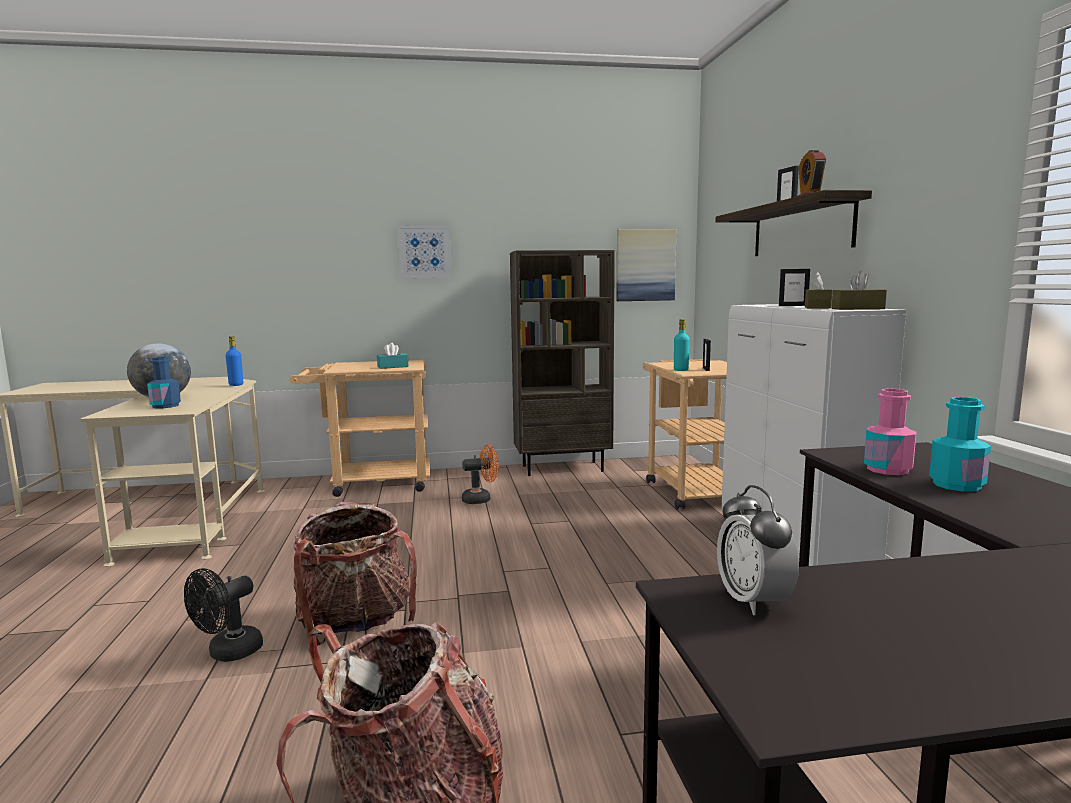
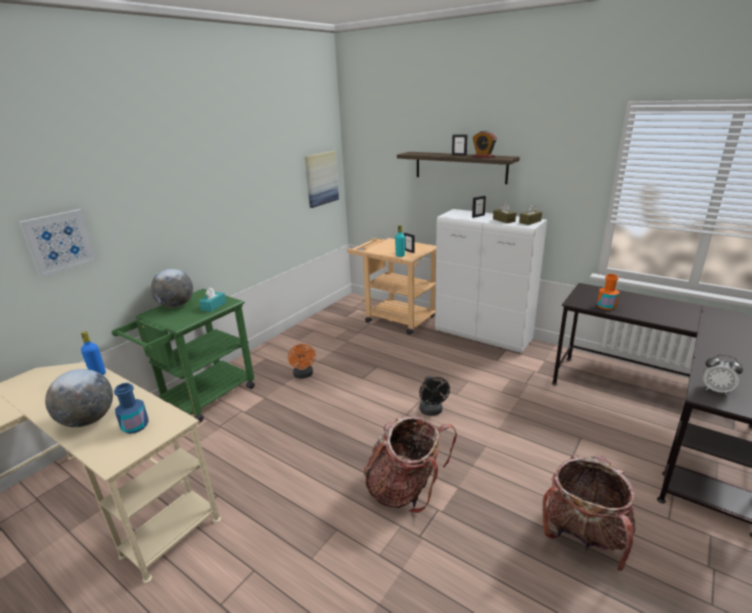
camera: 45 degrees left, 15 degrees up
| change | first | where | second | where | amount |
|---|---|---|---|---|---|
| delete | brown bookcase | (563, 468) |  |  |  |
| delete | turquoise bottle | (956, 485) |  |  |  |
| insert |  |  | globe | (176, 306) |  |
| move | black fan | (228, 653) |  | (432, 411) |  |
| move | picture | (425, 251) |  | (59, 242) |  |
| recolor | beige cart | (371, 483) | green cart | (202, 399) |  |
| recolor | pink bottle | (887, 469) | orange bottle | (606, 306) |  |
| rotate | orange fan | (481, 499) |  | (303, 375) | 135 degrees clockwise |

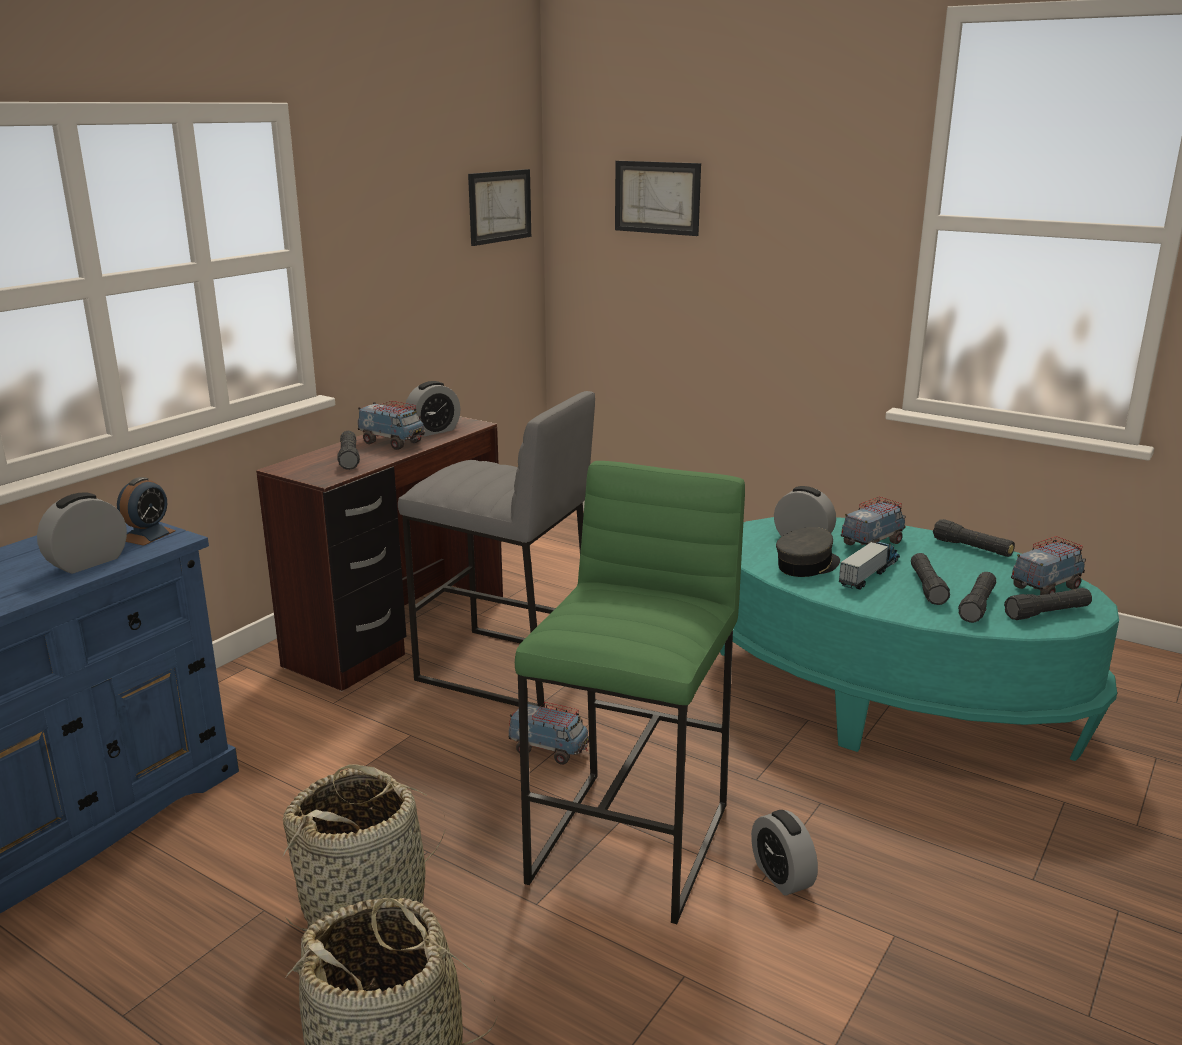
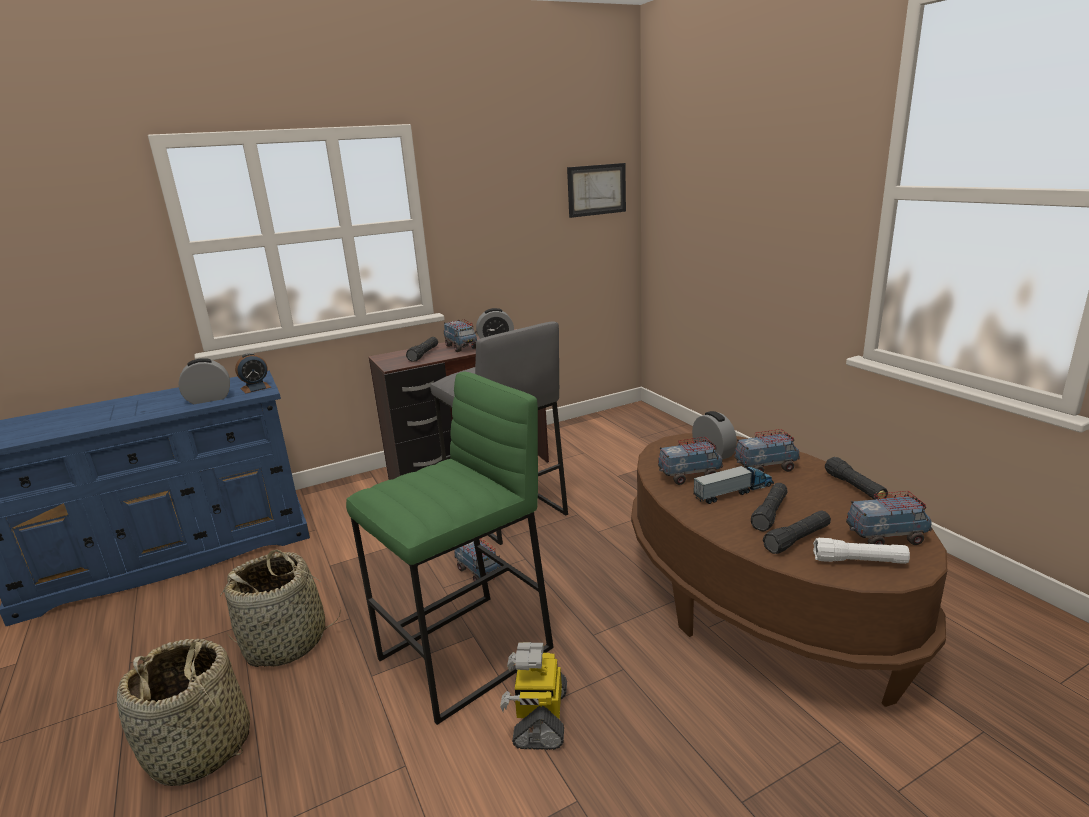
camera: 30 degrees right, 0 degrees up
| change | first | where | second | where | amount |
|---|---|---|---|---|---|
| delete | picture | (657, 197) |  |  |  |
| replace | alarm clock | (781, 876) | toy robot | (539, 717) |  |
| replace | grey cap | (807, 565) | toy truck | (690, 476) |  |
| recolor | turquoise coffee table | (888, 697) | brown coffee table | (760, 599) |  |
| recolor | black flashlight | (1047, 613) | white flashlight | (859, 561) |  |

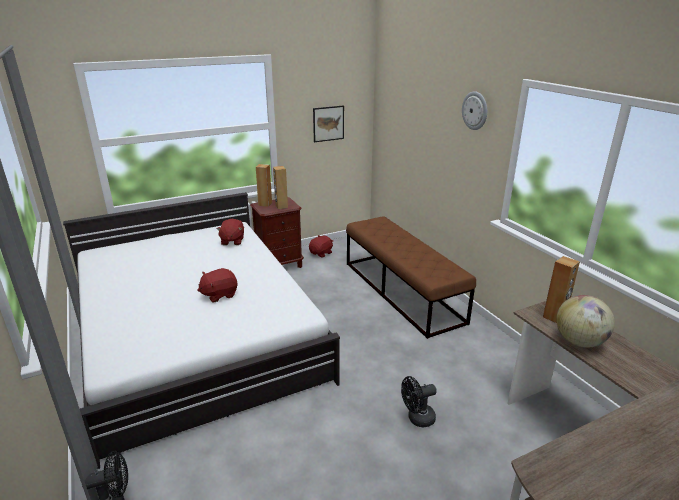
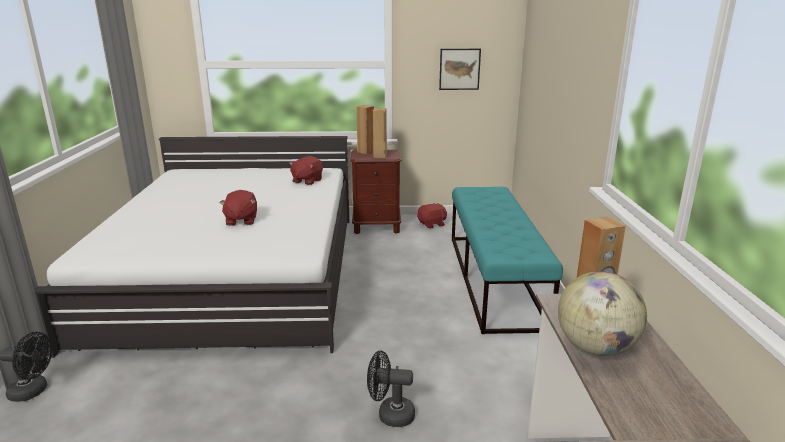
camera: 25 degrees right, 5 degrees down
| change | first | where | second | where | amount |
|---|---|---|---|---|---|
| delete | wall clock | (475, 110) |  |  |  |
| recolor | brown bench | (402, 291) | turquoise bench | (494, 279) |  |
| rotate | red plush toy | (219, 294) |  | (241, 220) | 90 degrees counterclockwise |

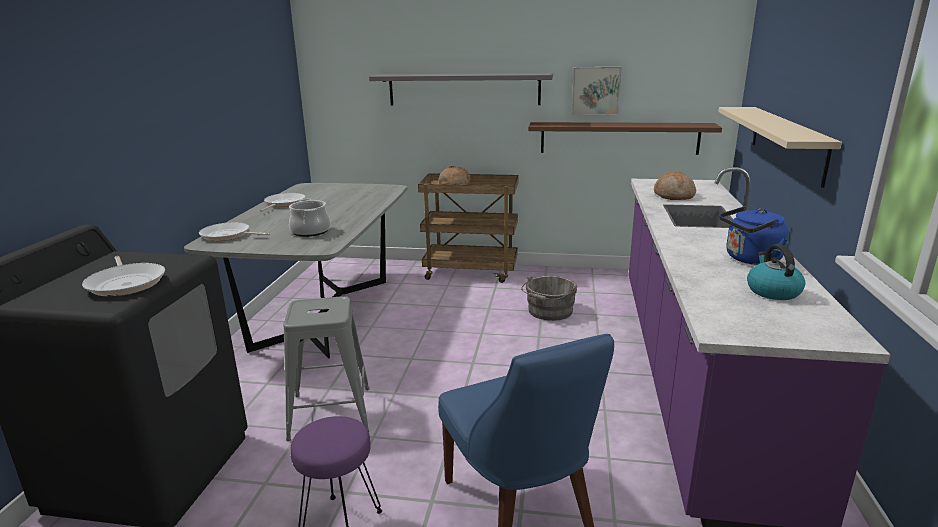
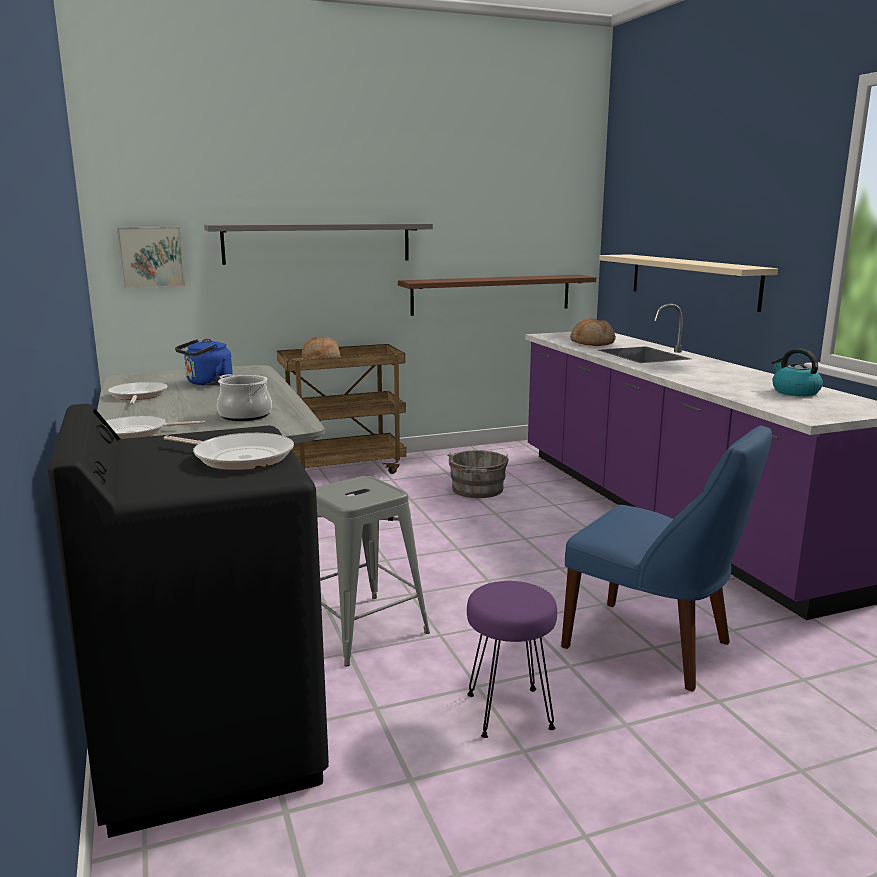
camera: 30 degrees left, 5 degrees down
| change | first | where | second | where | amount |
|---|---|---|---|---|---|
| move | picture | (595, 90) |  | (151, 257) |  |
| move | blue kettle | (750, 259) |  | (207, 383) |  |

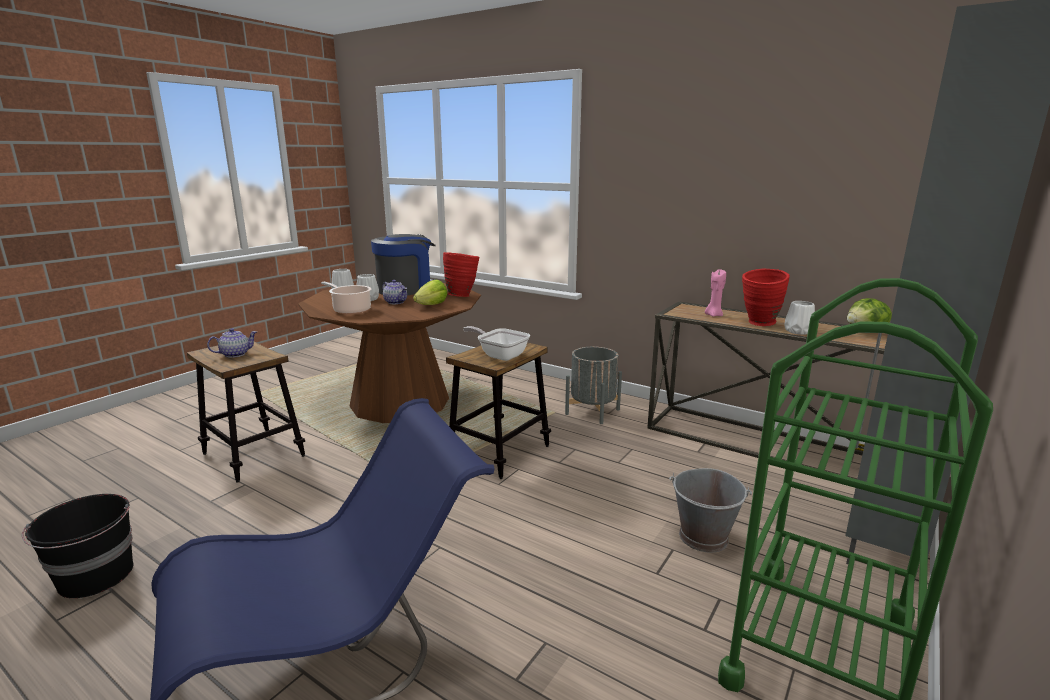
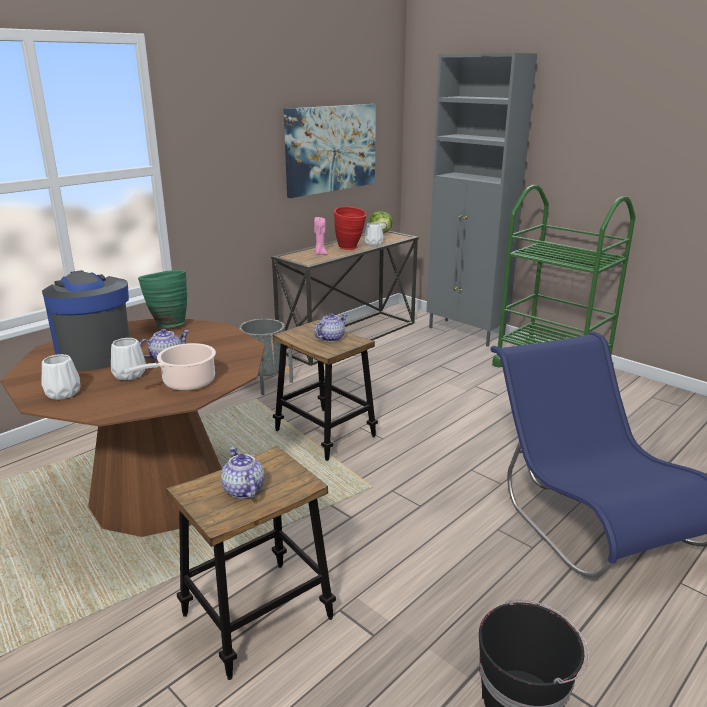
camera: 80 degrees left, 5 degrees up
| change | first | where | second | where | amount |
|---|---|---|---|---|---|
| delete | lettuce | (431, 305) |  |  |  |
| delete | grey bucket | (704, 537) |  |  |  |
| insert |  |  | picture | (331, 149) |  |
| replace | frying pan | (500, 355) | teapot | (331, 338) |  |
| recolor | red vase | (462, 295) | green vase | (167, 324) |  |

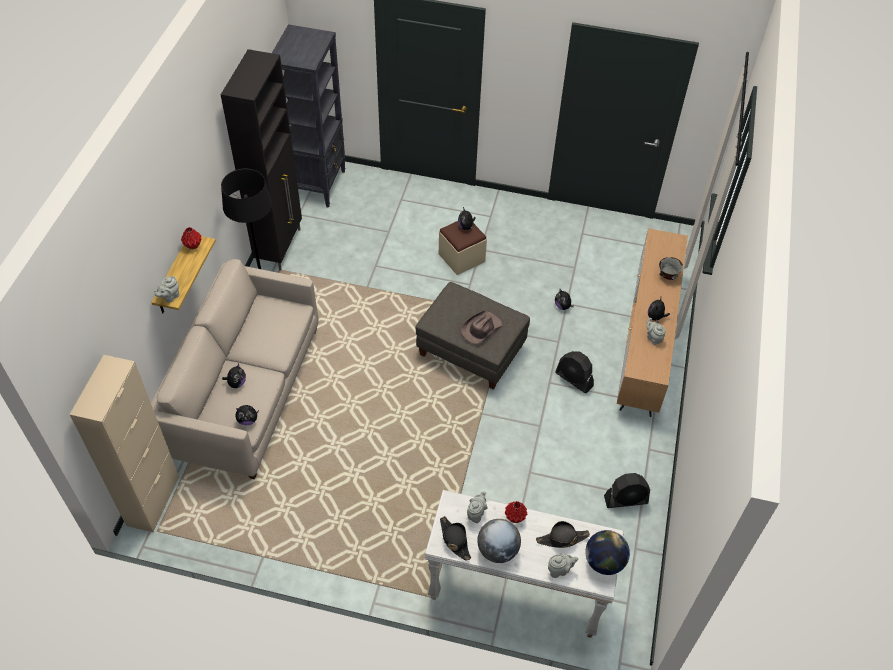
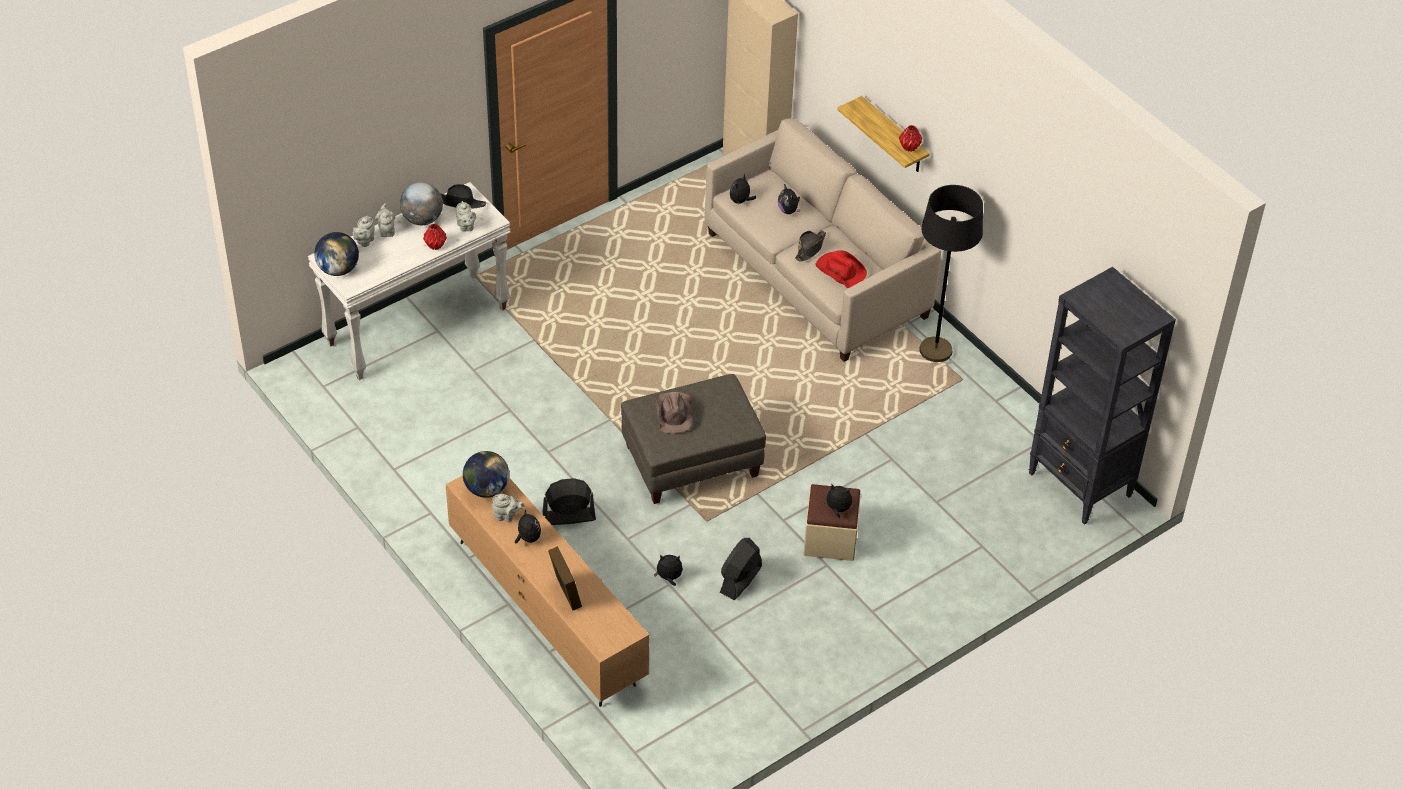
camera: 130 degrees right, 5 degrees down
| change | first | where | second | where | amount |
|---|---|---|---|---|---|
| delete | black cabinet | (280, 247) |  |  |  |
| insert |  |  | globe | (486, 489) |  |
| insert |  |  | red hat | (840, 270) |  |
| move | grey teapot | (170, 297) |  | (386, 230) |  |
| move | black hat | (562, 539) |  | (810, 248) |  |
| move | black fan | (626, 500) |  | (740, 580) |  |
| replace | grey bowl | (667, 276) | picture frame | (565, 593) |  |

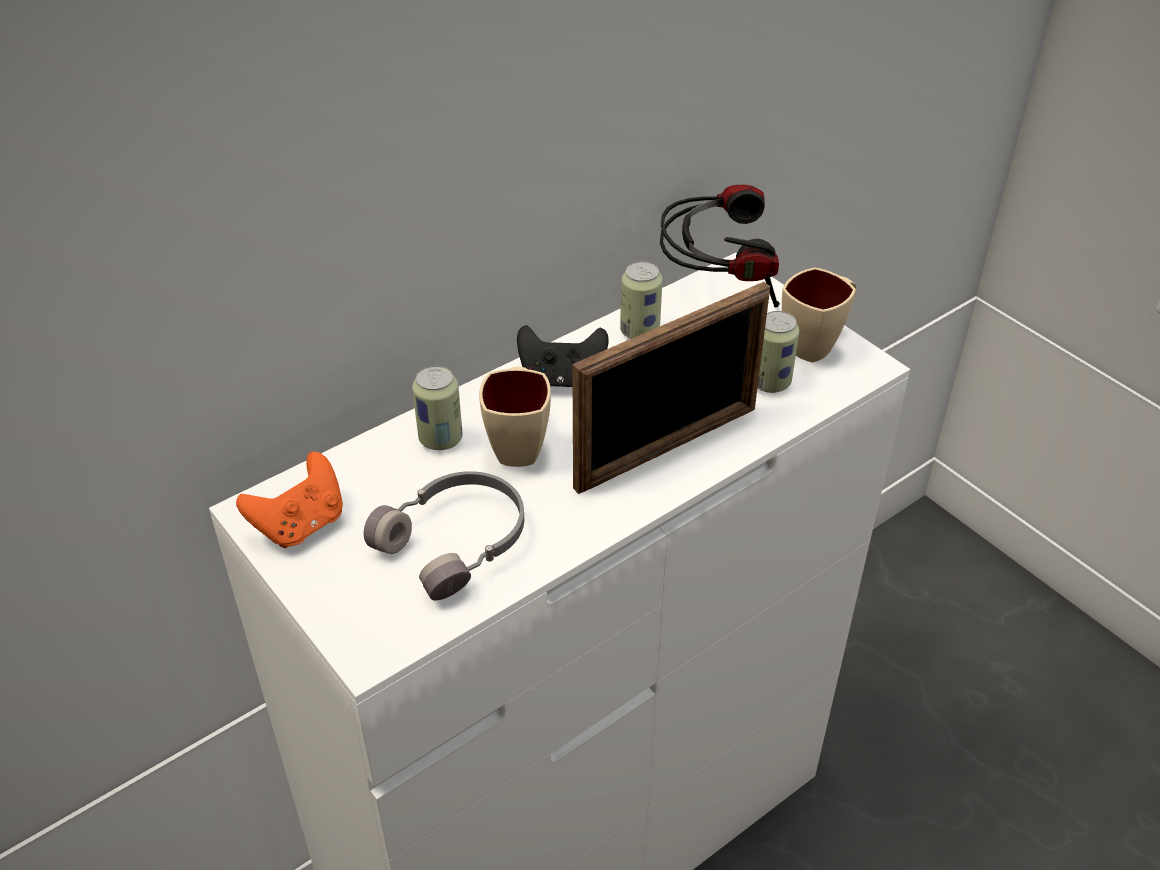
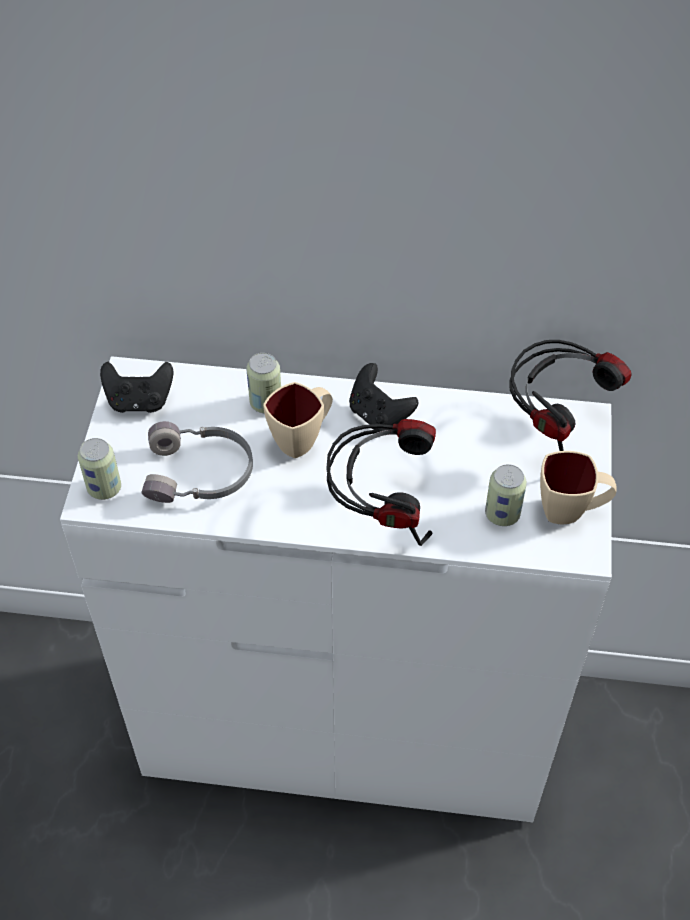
camera: 45 degrees right, 10 degrees up
| change | first | where | second | where | amount |
|---|---|---|---|---|---|
| move | can | (639, 331) |  | (104, 488) |  |
| replace | picture frame | (668, 448) | headphones | (381, 508) |  |
| recolor | orange game controller | (301, 525) | black game controller | (139, 401) |  |

